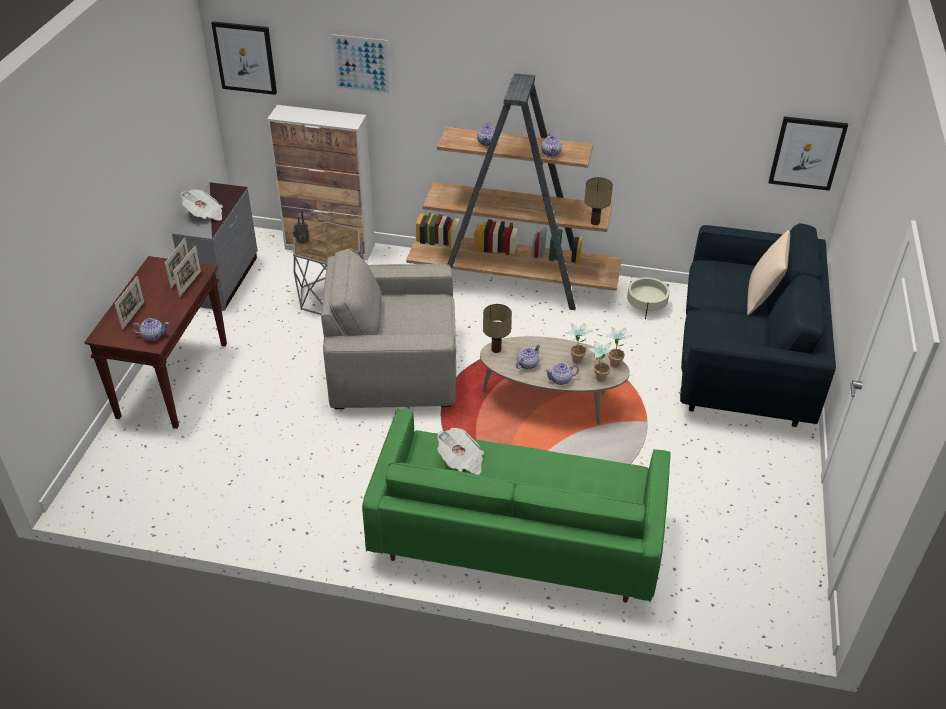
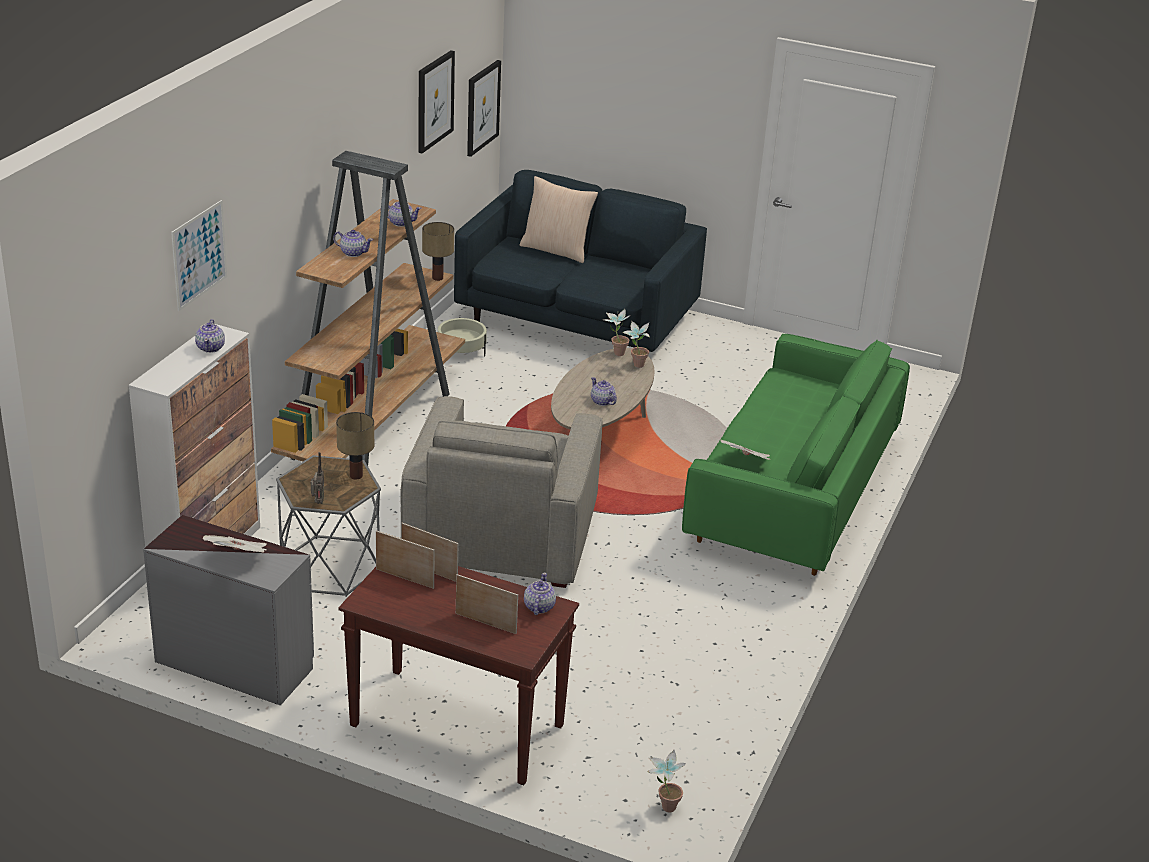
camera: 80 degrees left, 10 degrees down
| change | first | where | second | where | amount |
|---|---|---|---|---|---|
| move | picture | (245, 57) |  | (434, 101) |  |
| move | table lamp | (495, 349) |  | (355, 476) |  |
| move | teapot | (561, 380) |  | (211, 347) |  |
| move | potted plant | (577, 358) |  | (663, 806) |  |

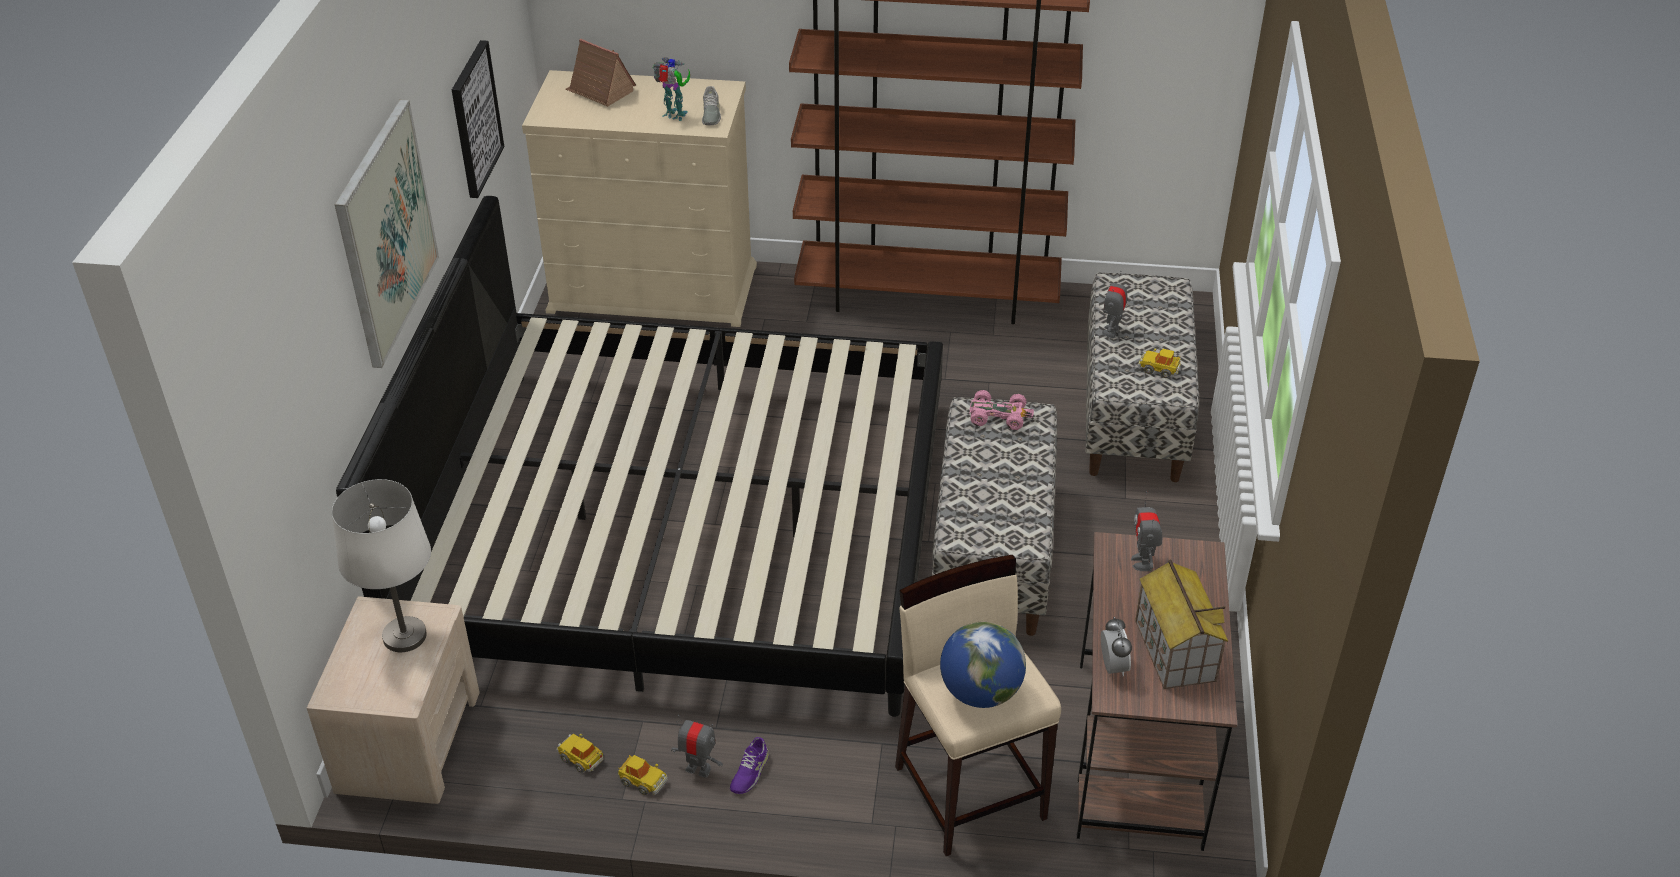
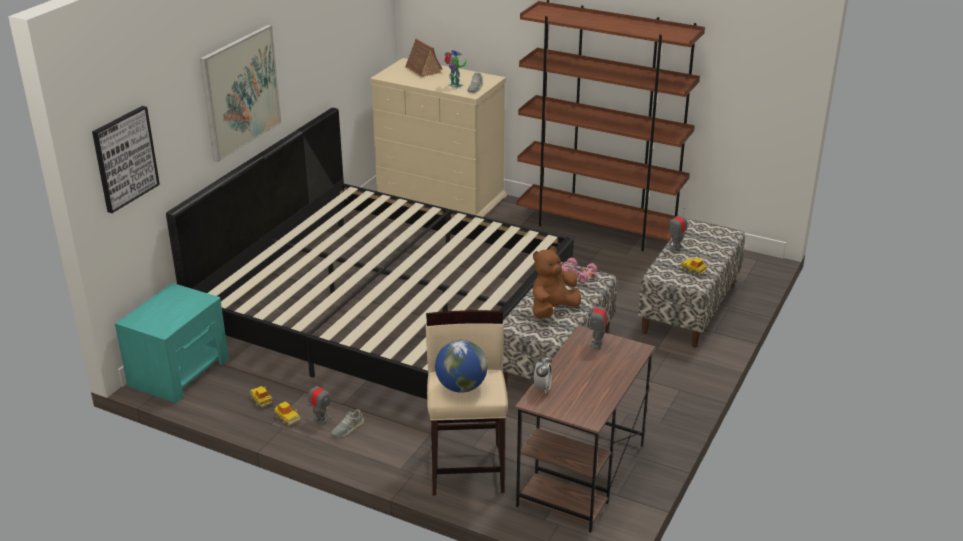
camera: 20 degrees right, 10 degrees down
| change | first | where | second | where | amount |
|---|---|---|---|---|---|
| delete | white table lamp | (404, 636) |  |  |  |
| delete | toy house | (1174, 650) |  |  |  |
| insert |  |  | brown plush toy | (553, 310) |  |
| move | picture | (475, 119) |  | (125, 158) |  |
| recolor | beige nightstand | (409, 740) | turquoise nightstand | (179, 371) |  |
| recolor | purple shoe | (749, 772) | grey shoe | (347, 428) |  |

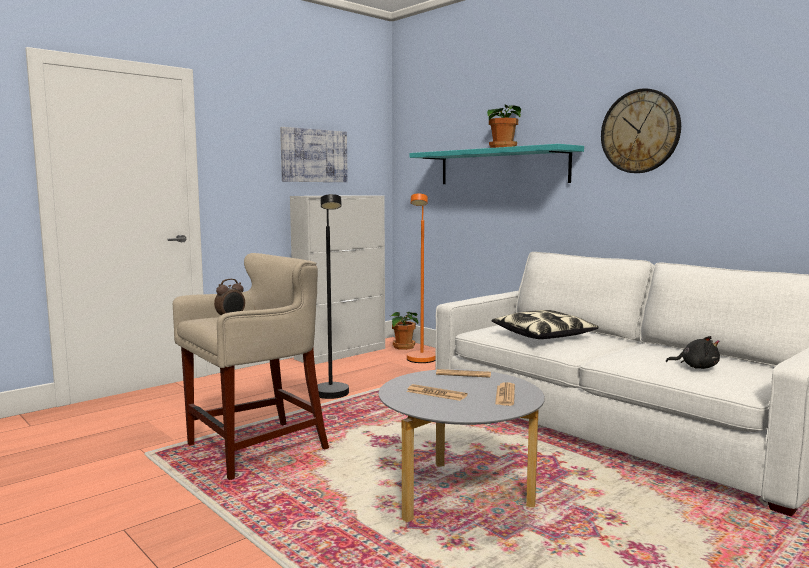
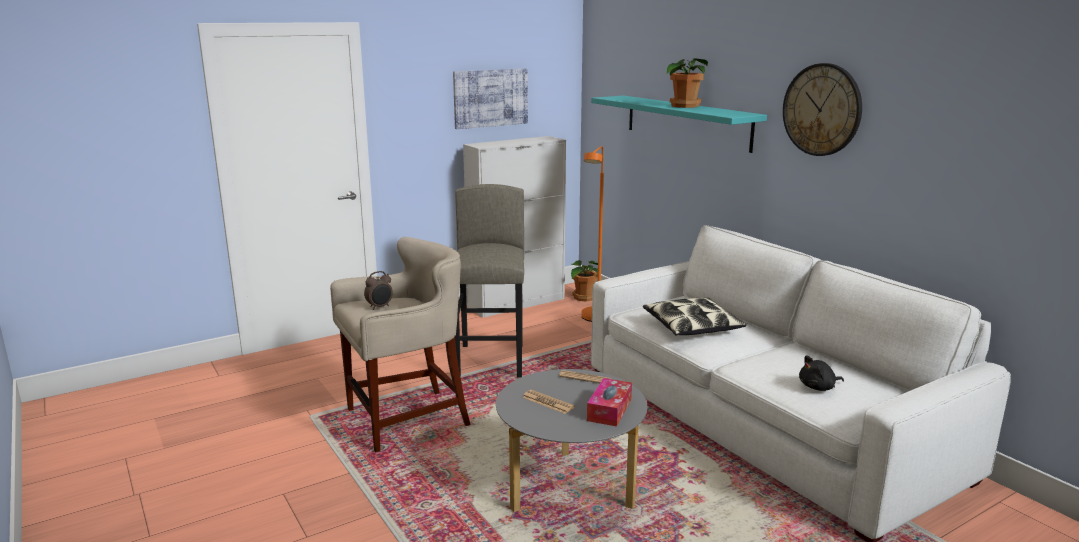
camera: 10 degrees right, 10 degrees up
| change | first | where | second | where | amount |
|---|---|---|---|---|---|
| replace | black floor lamp | (332, 396) | grey stool | (491, 361) |  |
| replace | newspaper | (505, 395) | tissue box | (609, 410) |  |
| rotate | black plush toy | (696, 367) |  | (818, 387) | 135 degrees clockwise |

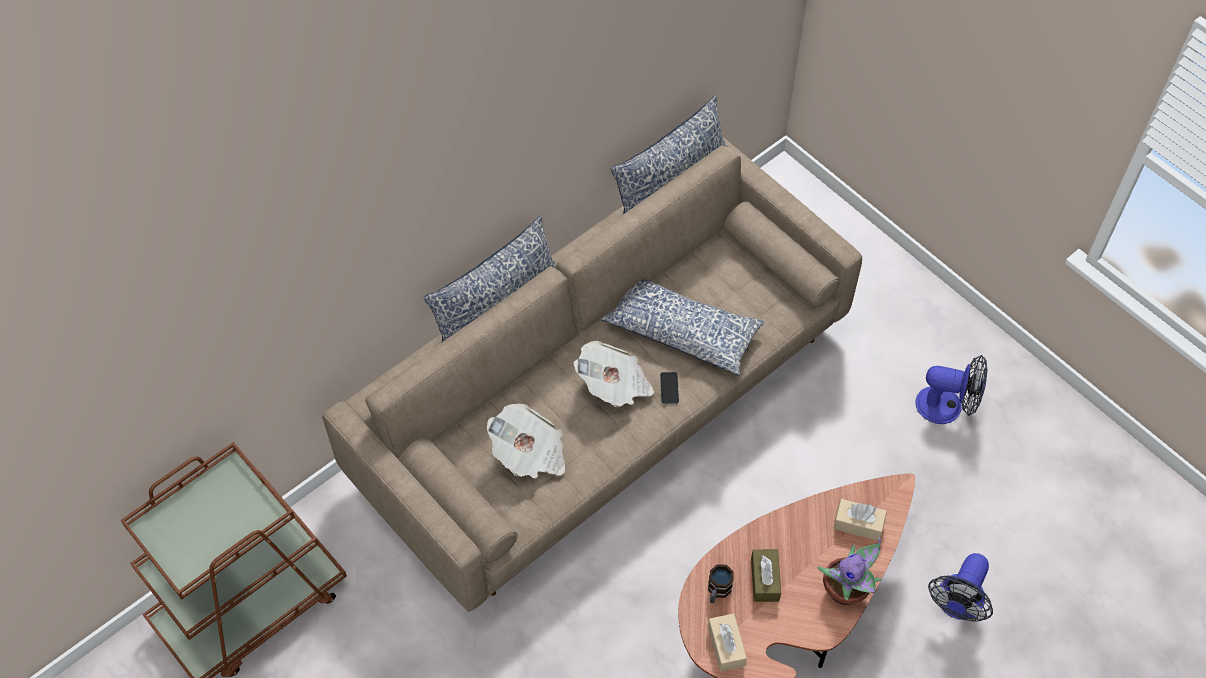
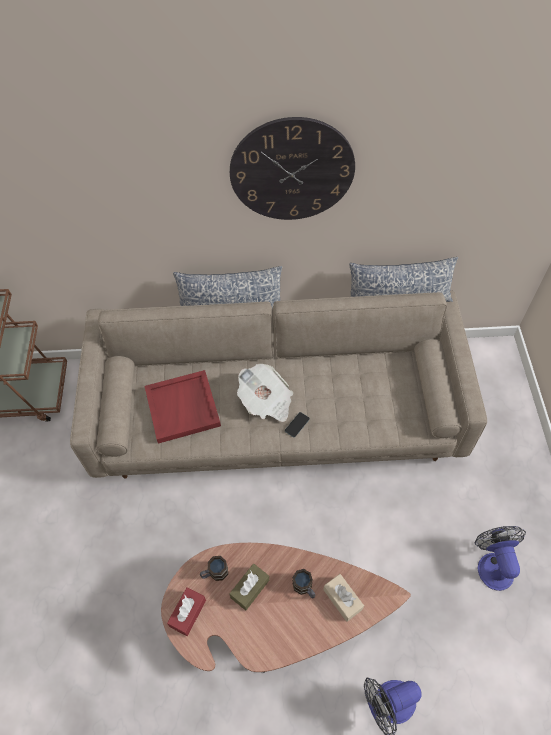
camera: 40 degrees right, 0 degrees up
| change | first | where | second | where | amount |
|---|---|---|---|---|---|
| delete | pillow | (683, 330) |  |  |  |
| delete | potted plant | (846, 591) |  |  |  |
| insert |  |  | wall clock | (292, 170) |  |
| insert |  |  | mug | (305, 588) |  |
| replace | newspaper | (529, 454) | red tray | (183, 408) |  |
| recolor | beige tissue box | (726, 646) | red tissue box | (188, 613) |  |
| rotate | fan | (947, 406) |  | (493, 564) | 150 degrees counterclockwise |

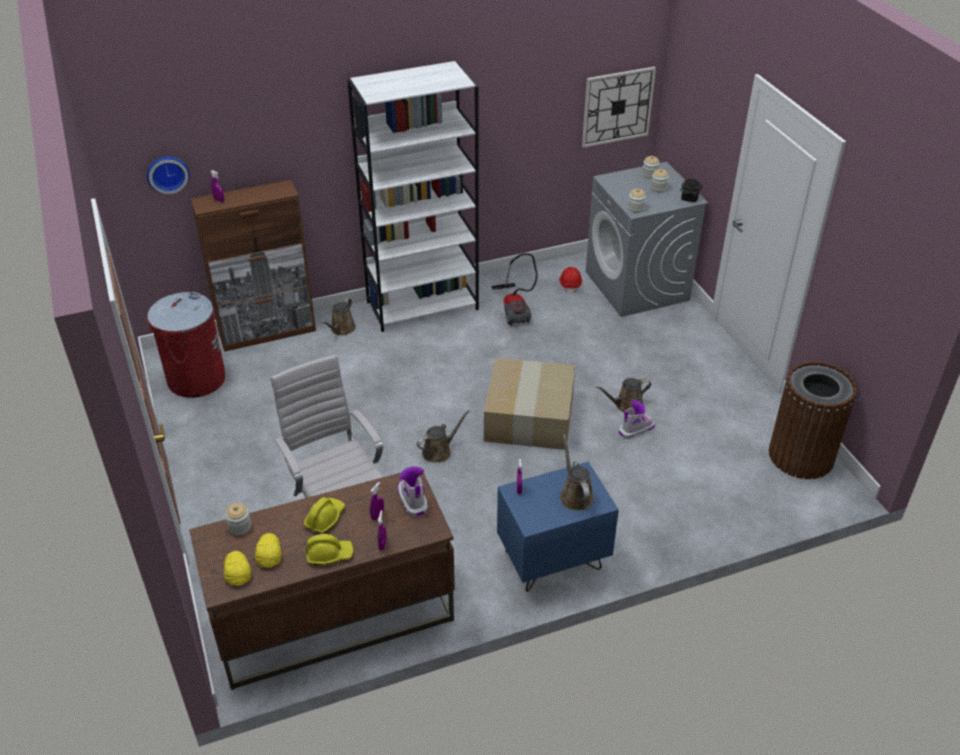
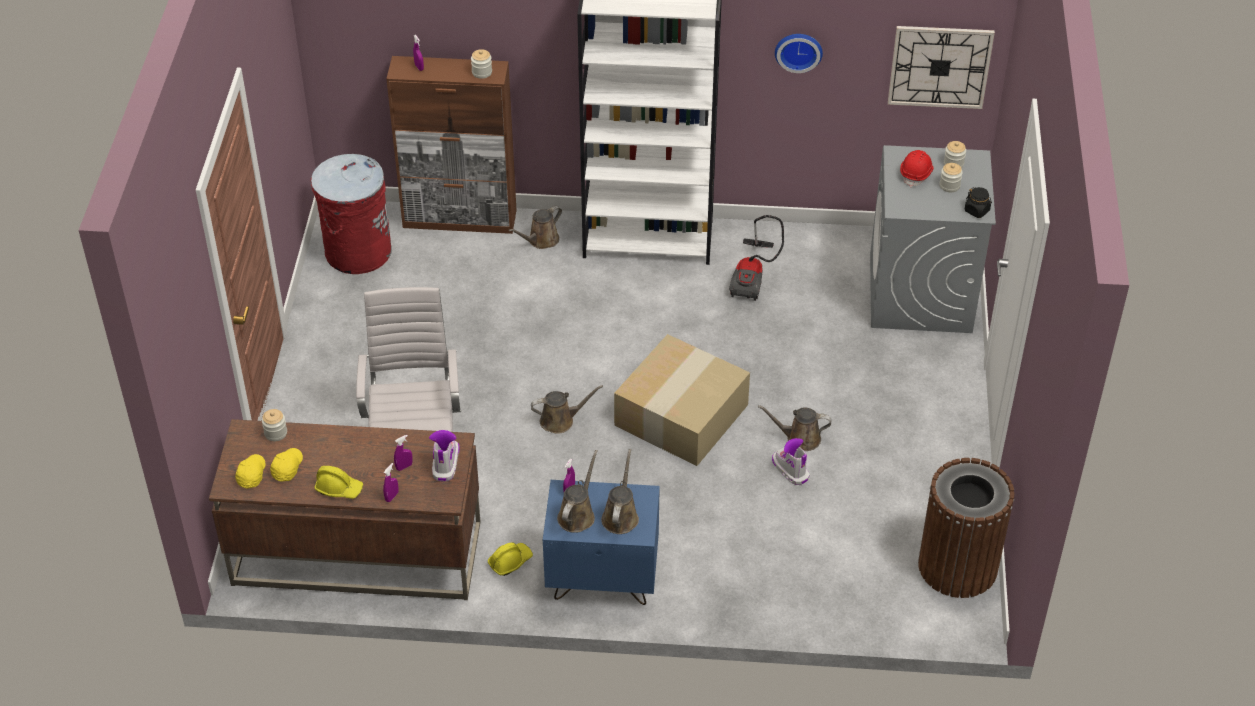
camera: 25 degrees right, 5 degrees up
| change | first | where | second | where | amount |
|---|---|---|---|---|---|
| insert |  |  | brown watering can | (577, 515) |  |
| move | wall clock | (167, 173) |  | (798, 50) |  |
| move | yellow hard hat | (325, 518) |  | (510, 561) |  |
| move | red hard hat | (570, 285) |  | (916, 174) |  |
| move | jar | (635, 208) |  | (482, 72) |  |
| rotate | boot | (635, 429) |  | (790, 470) | 120 degrees counterclockwise |

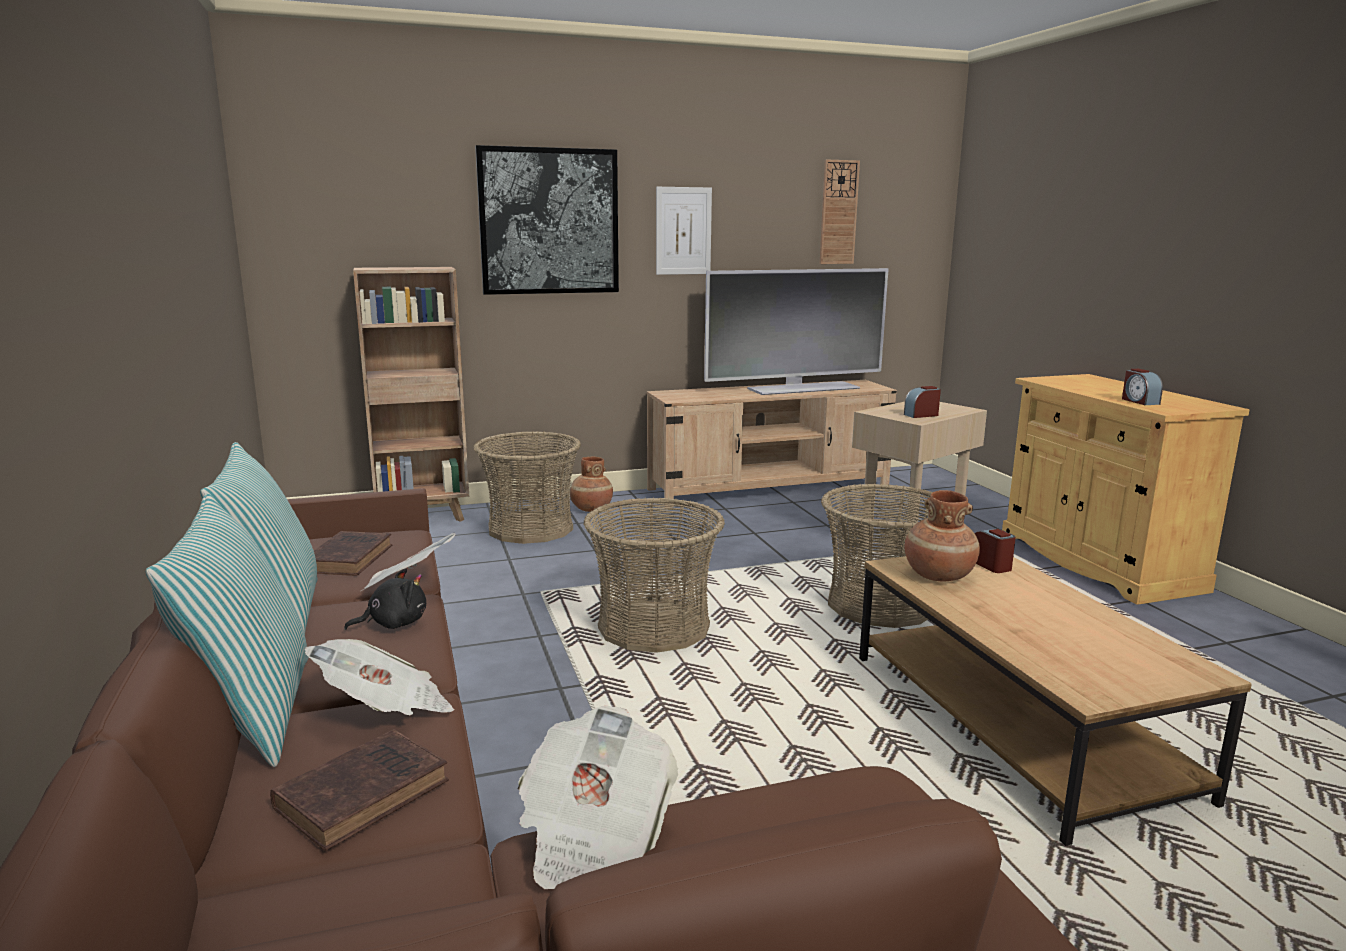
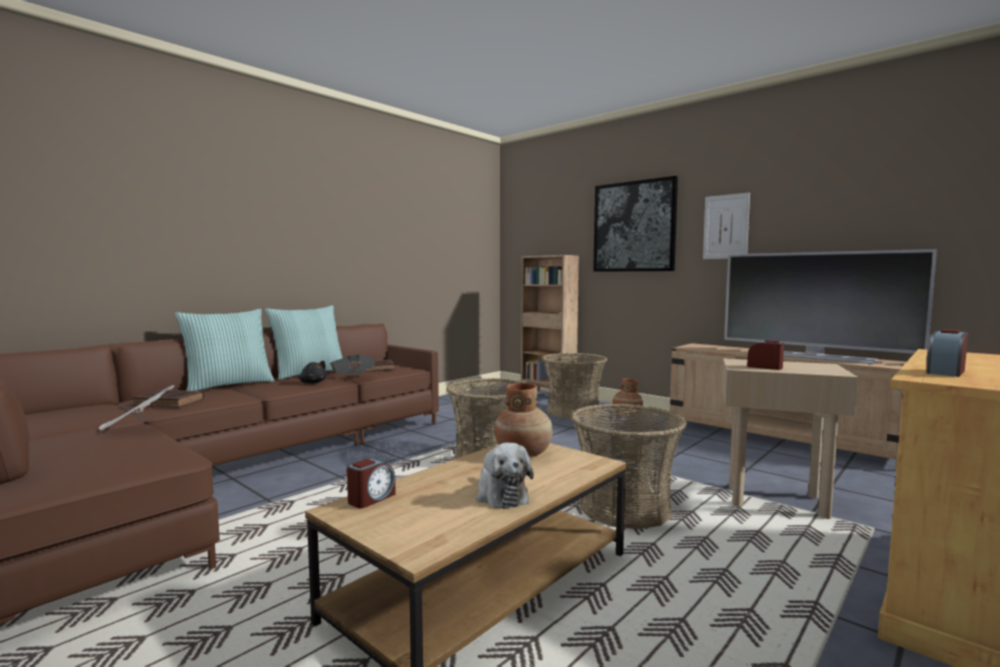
camera: 60 degrees right, 10 degrees down
| change | first | where | second | where | amount |
|---|---|---|---|---|---|
| delete | newspaper | (386, 710) |  |  |  |
| delete | wall clock | (838, 212) |  |  |  |
| insert |  |  | plush toy | (500, 495) |  |
| move | alarm clock | (990, 565) |  | (371, 499) |  |

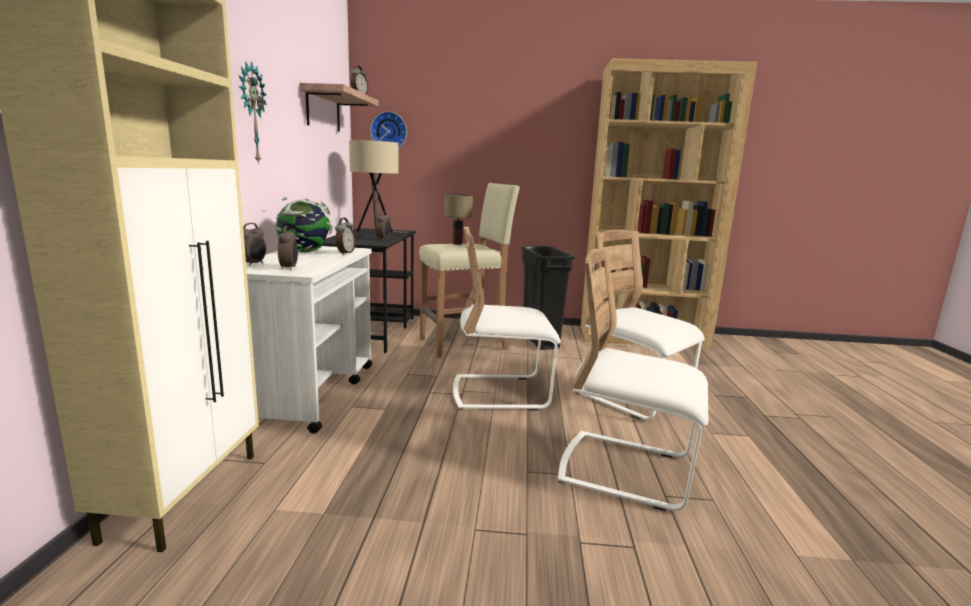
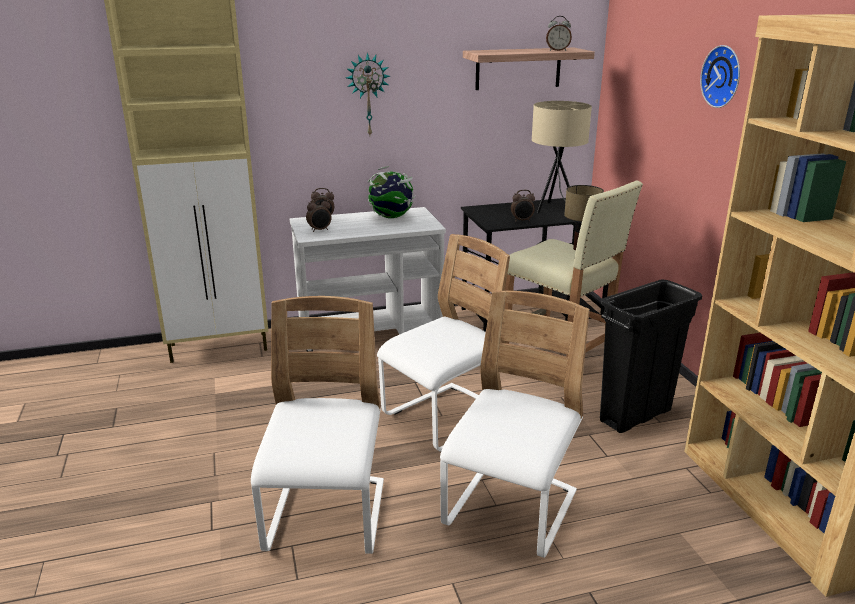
camera: 70 degrees right, 10 degrees up
| change | first | where | second | where | amount |
|---|---|---|---|---|---|
| delete | alarm clock | (345, 253) |  |  |  |
| move | wall clock | (389, 131) |  | (724, 76) |  |
| rotate | white chair | (501, 393) |  | (444, 419) | 75 degrees clockwise |

